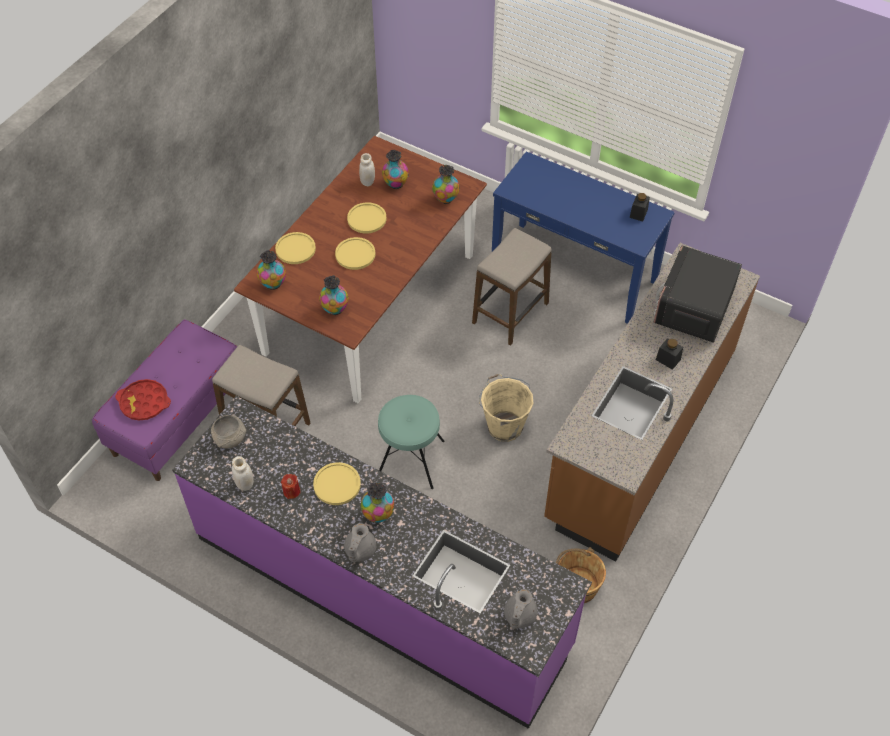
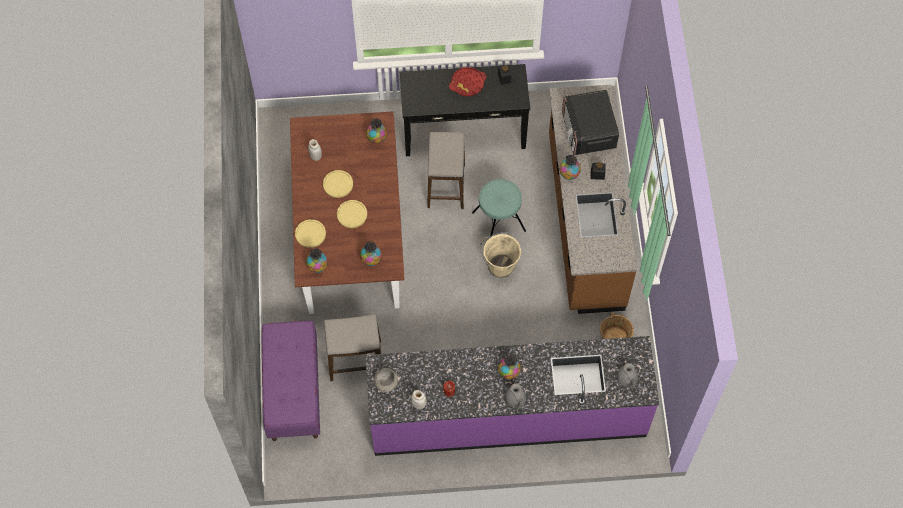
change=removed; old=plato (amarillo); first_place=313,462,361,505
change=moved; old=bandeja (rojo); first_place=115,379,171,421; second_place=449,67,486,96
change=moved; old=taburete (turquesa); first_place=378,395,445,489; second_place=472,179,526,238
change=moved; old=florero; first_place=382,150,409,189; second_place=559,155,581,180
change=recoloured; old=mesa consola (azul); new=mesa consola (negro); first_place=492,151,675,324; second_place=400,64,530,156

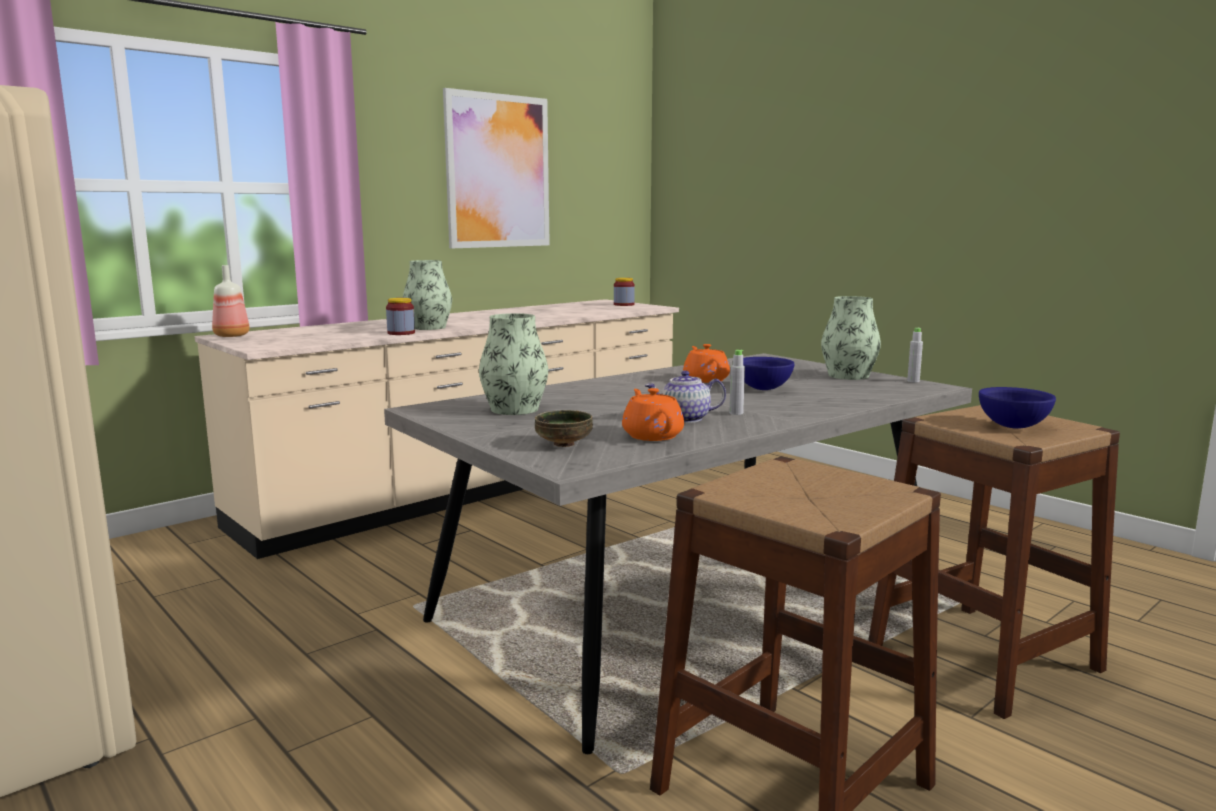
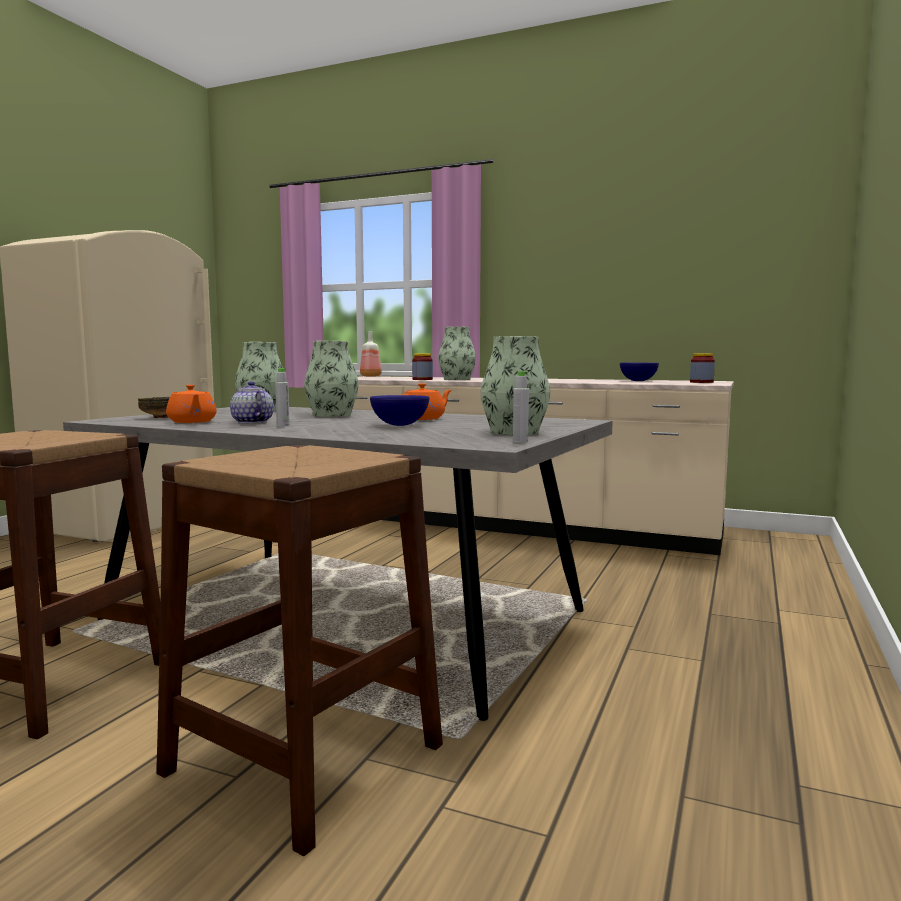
change=removed; old=cuadro; first_place=443,88,550,248
change=added; new=florero; second_place=304,341,359,417
change=moved; old=cuenco (azul); first_place=979,387,1056,429; second_place=620,363,659,381
change=turned; old=tetera (naranja); first_place=622,388,684,441; second_place=166,385,217,423; degrees=105

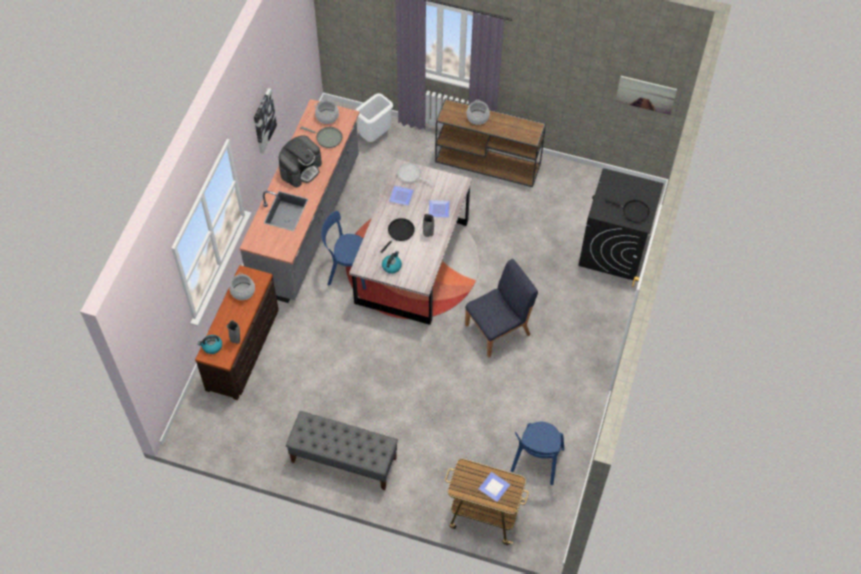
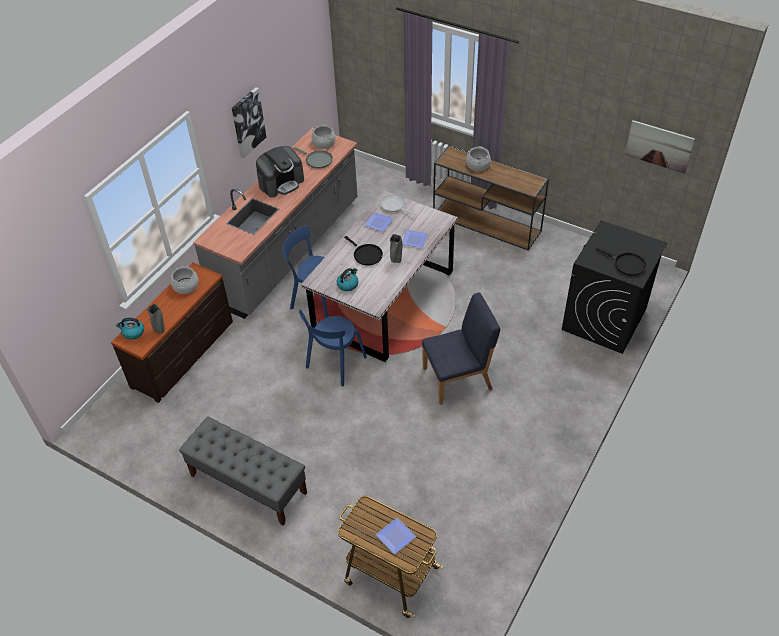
change=removed; old=papelera (blanco); first_place=356,93,393,142
change=moved; old=silla (azul); first_place=511,422,565,485; second_place=299,310,367,386
change=turned; old=sartén (negro); first_place=381,218,415,253; second_place=344,236,383,266; degrees=90

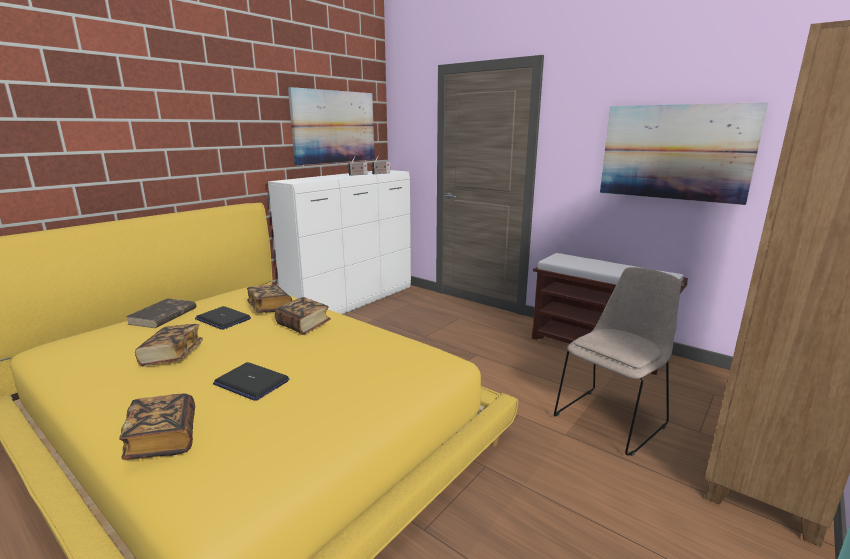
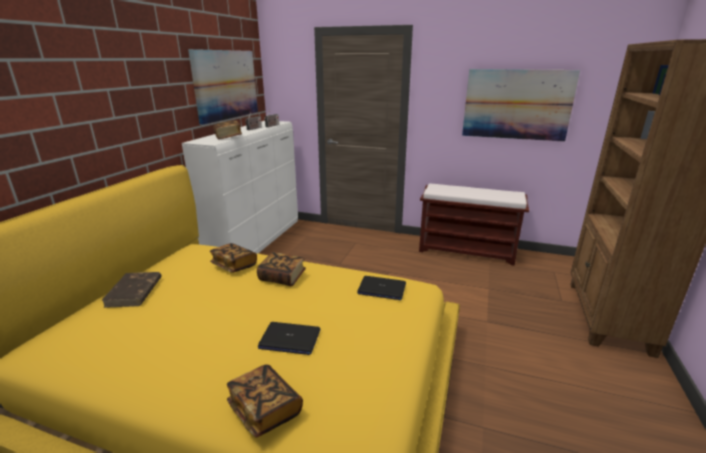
change=removed; old=silla (beis); first_place=554,267,681,456
change=moved; old=libro; first_place=135,324,203,367; second_place=213,121,242,140
change=moved; old=portátil; first_place=195,306,251,330; second_place=357,276,406,300

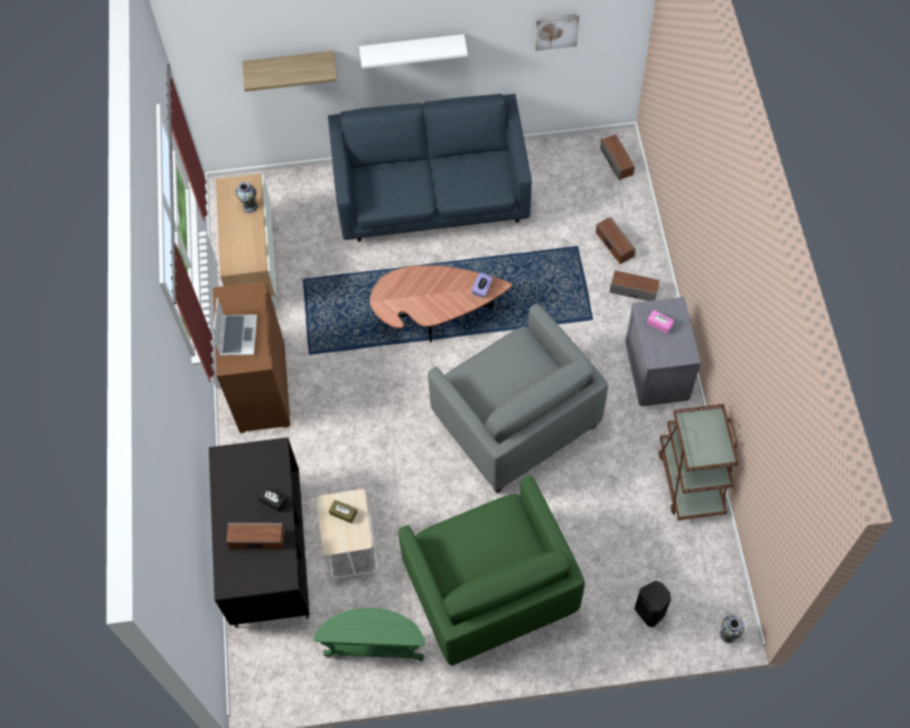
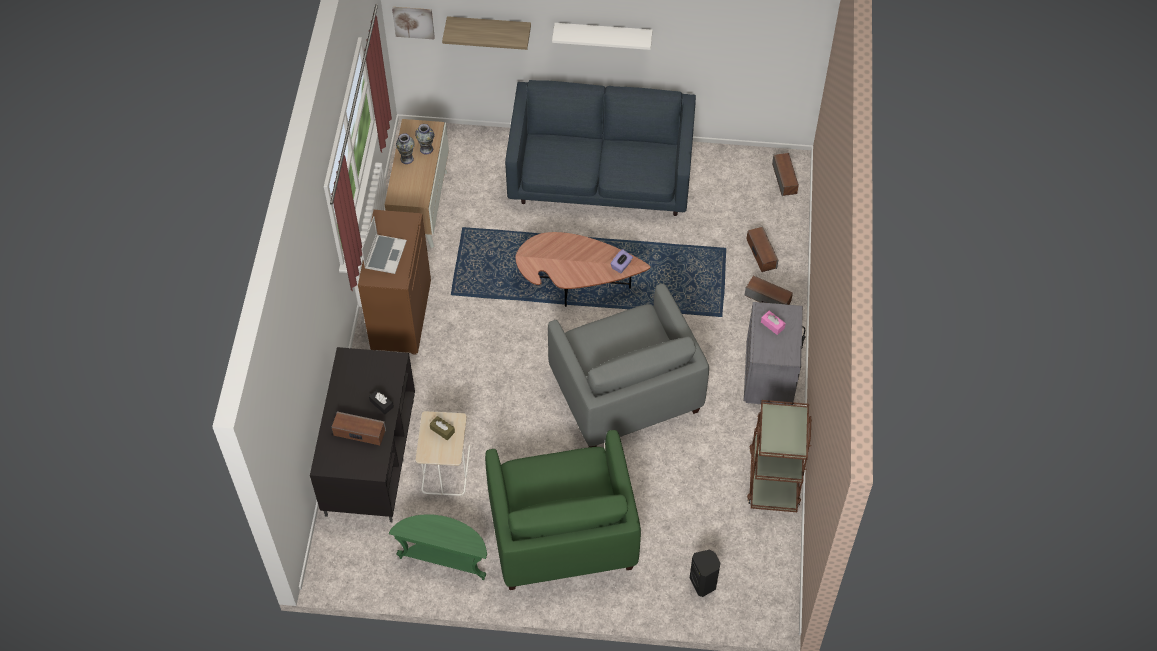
change=moved; old=cuadro; first_place=535,14,579,51; second_place=392,7,435,39
change=moved; old=florero; first_place=720,615,744,643; second_place=396,133,415,164

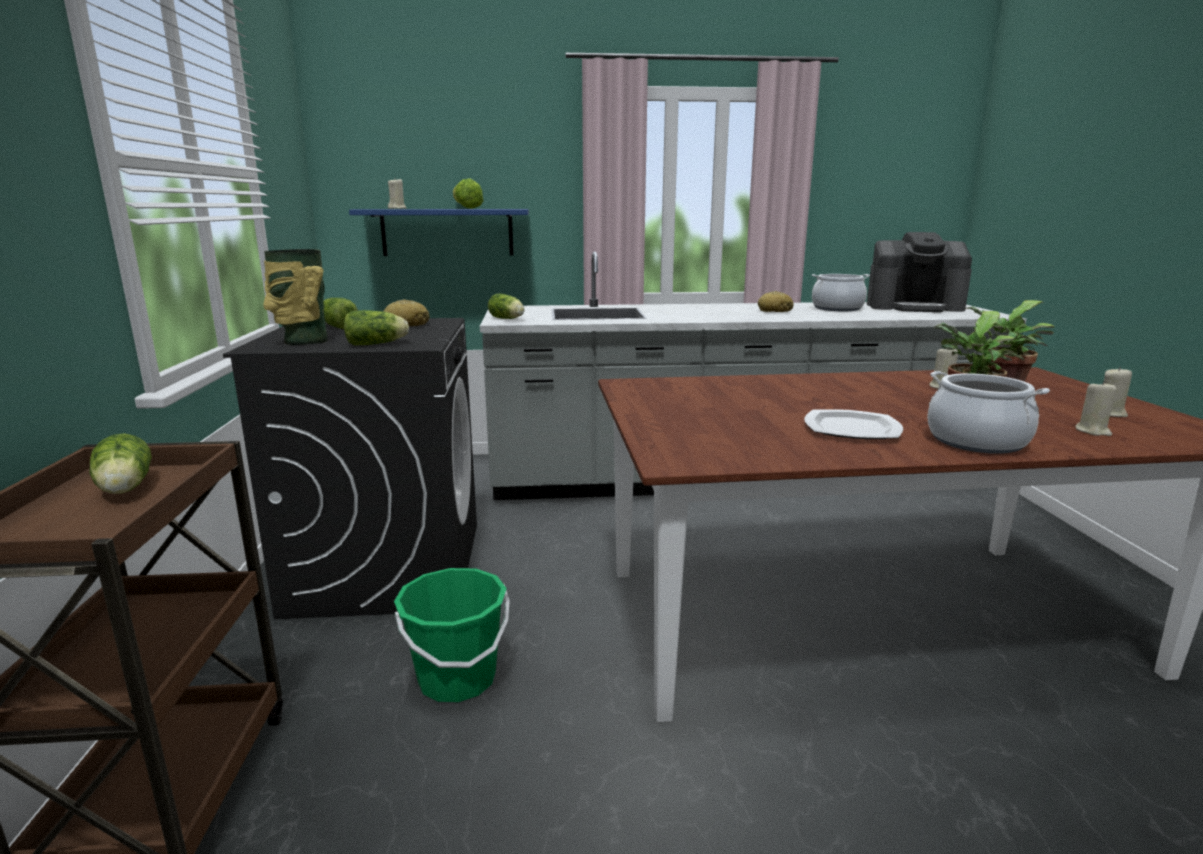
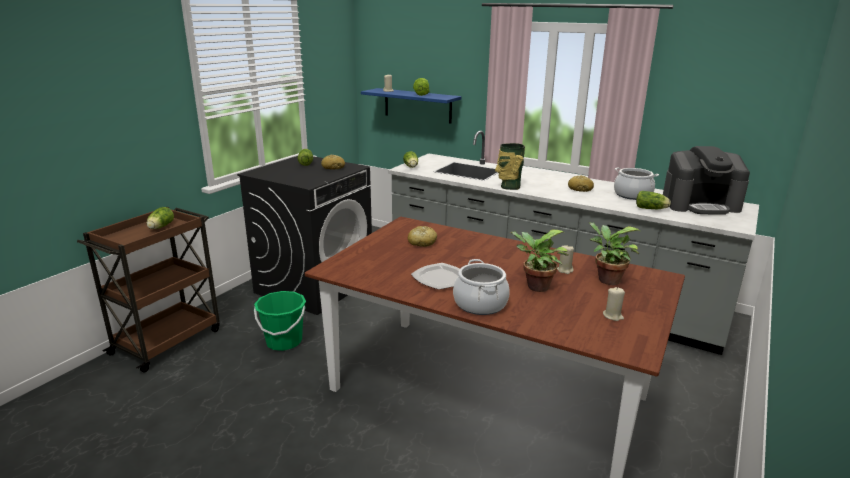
change=removed; old=vela (beis); first_place=1076,381,1117,436
change=added; new=pan; second_place=408,226,437,247
change=moved; old=florero; first_place=263,249,328,345; second_place=495,143,525,190
change=moved; old=lechuga; first_place=344,310,409,345; second_place=636,191,671,209
change=turned; old=cafetera; first_place=867,232,972,312; second_place=663,146,750,215; degrees=-45

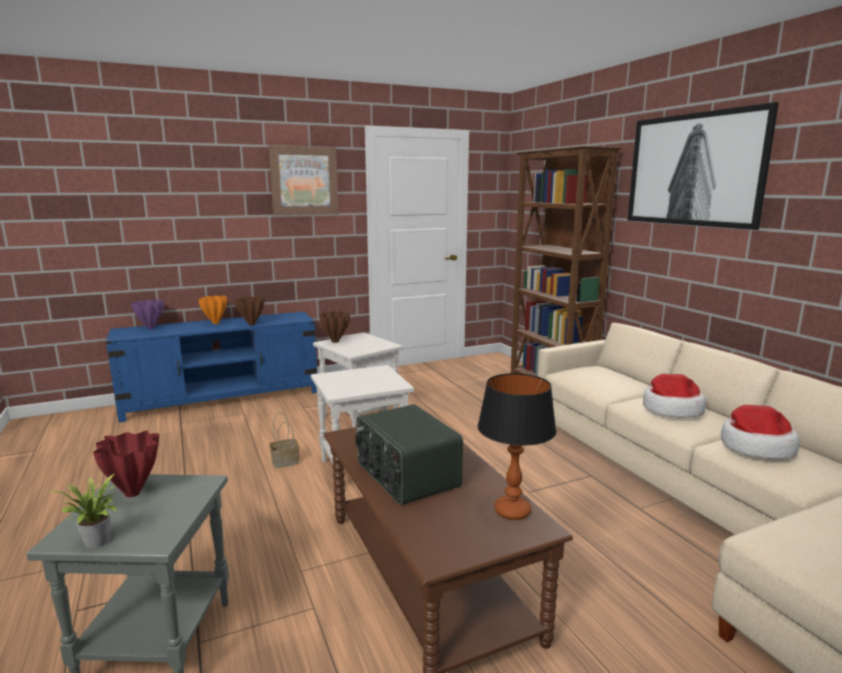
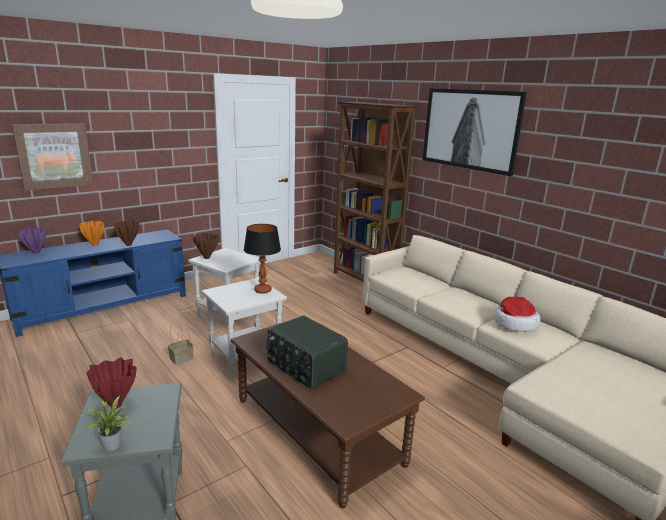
change=removed; old=sombrero; first_place=643,374,706,418
change=moved; old=cuadro; first_place=269,145,339,215; second_place=12,123,93,190
change=moved; old=lámpara de mesa; first_place=478,373,556,520; second_place=244,224,281,294

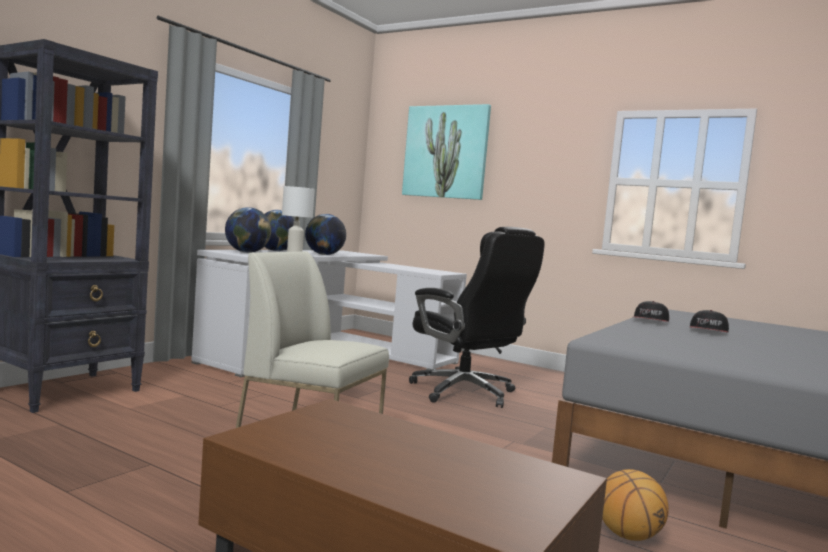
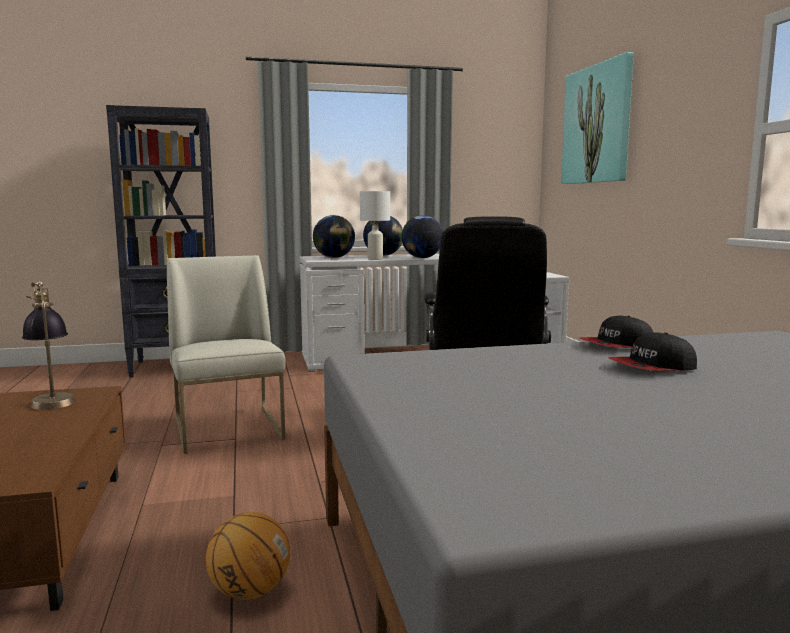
change=added; new=lámpara de mesa; second_place=22,281,76,410

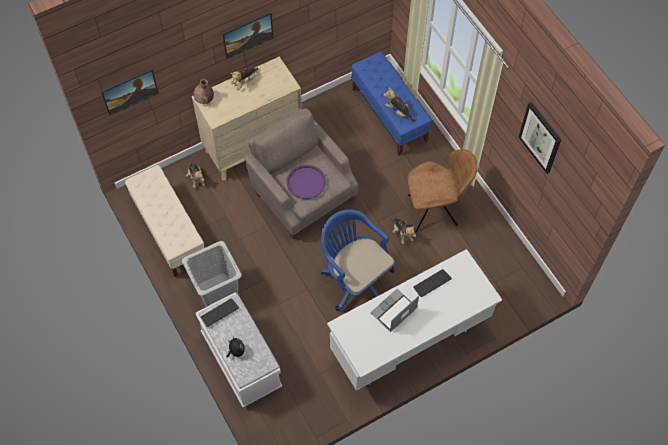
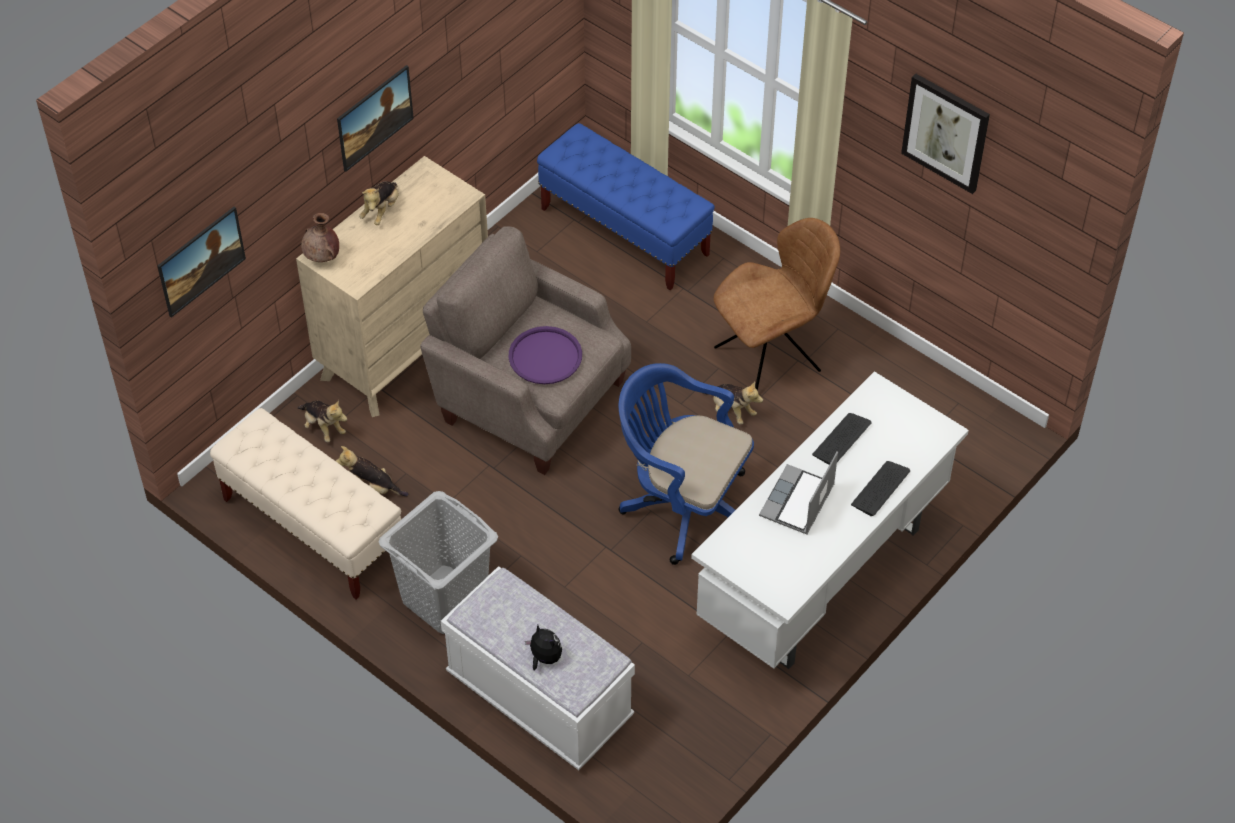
change=moved; old=teclado; first_place=201,298,239,327; second_place=851,461,910,516
change=moved; old=peluche; first_place=383,87,416,122; second_place=336,446,409,496

